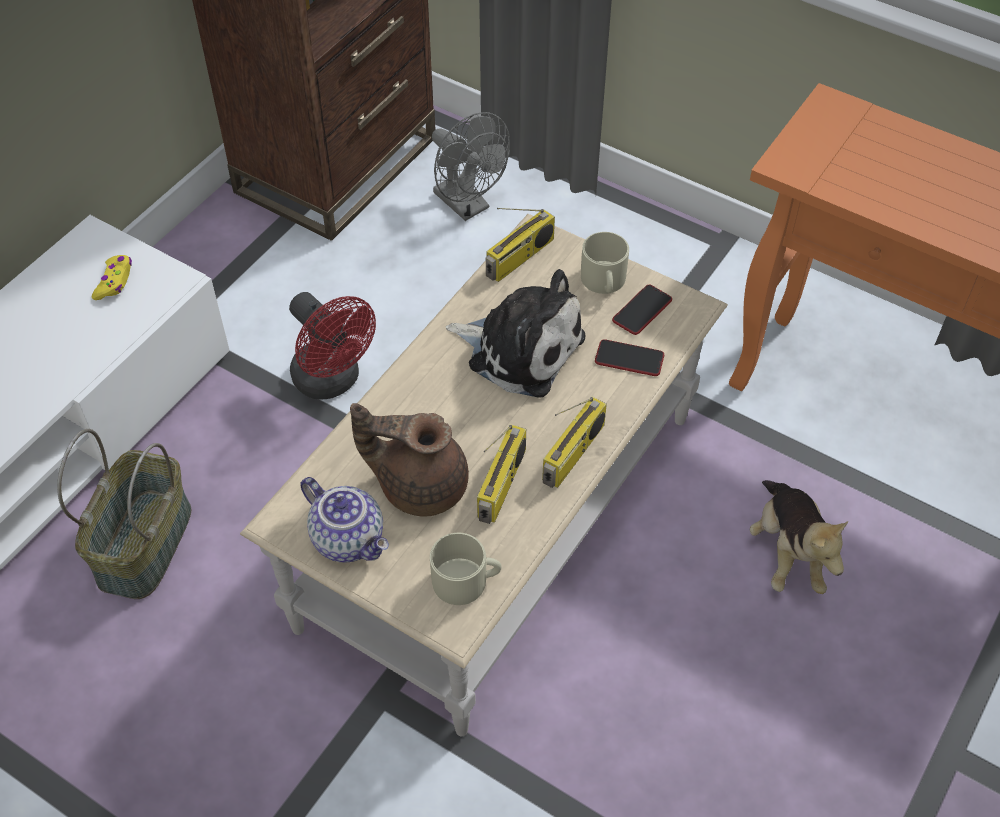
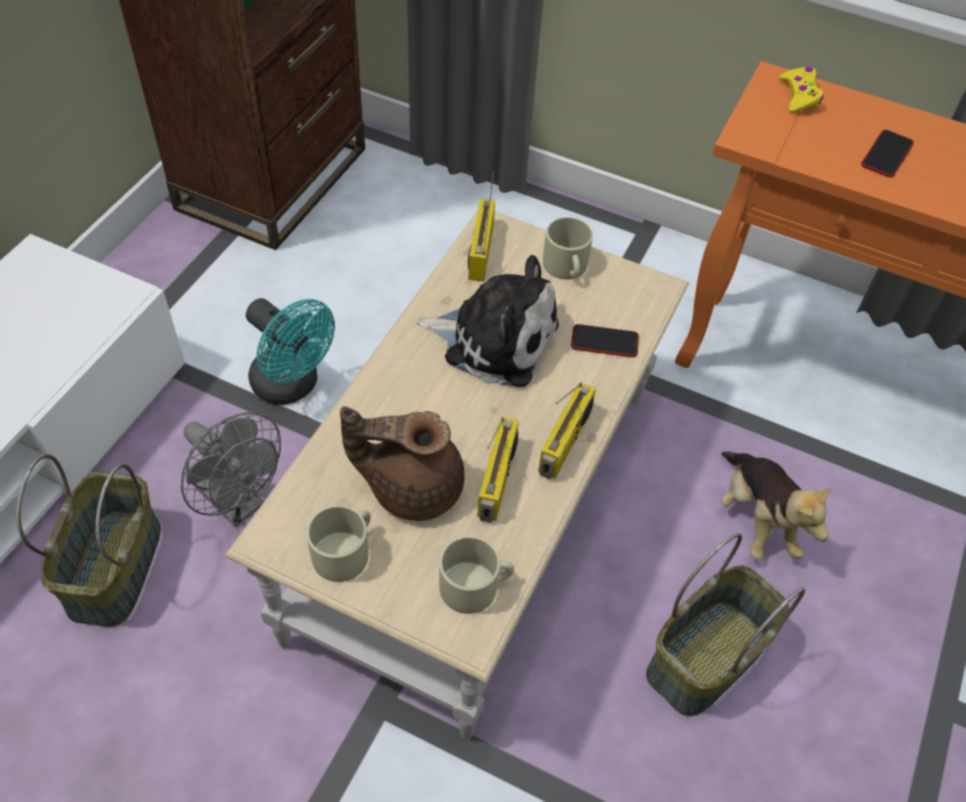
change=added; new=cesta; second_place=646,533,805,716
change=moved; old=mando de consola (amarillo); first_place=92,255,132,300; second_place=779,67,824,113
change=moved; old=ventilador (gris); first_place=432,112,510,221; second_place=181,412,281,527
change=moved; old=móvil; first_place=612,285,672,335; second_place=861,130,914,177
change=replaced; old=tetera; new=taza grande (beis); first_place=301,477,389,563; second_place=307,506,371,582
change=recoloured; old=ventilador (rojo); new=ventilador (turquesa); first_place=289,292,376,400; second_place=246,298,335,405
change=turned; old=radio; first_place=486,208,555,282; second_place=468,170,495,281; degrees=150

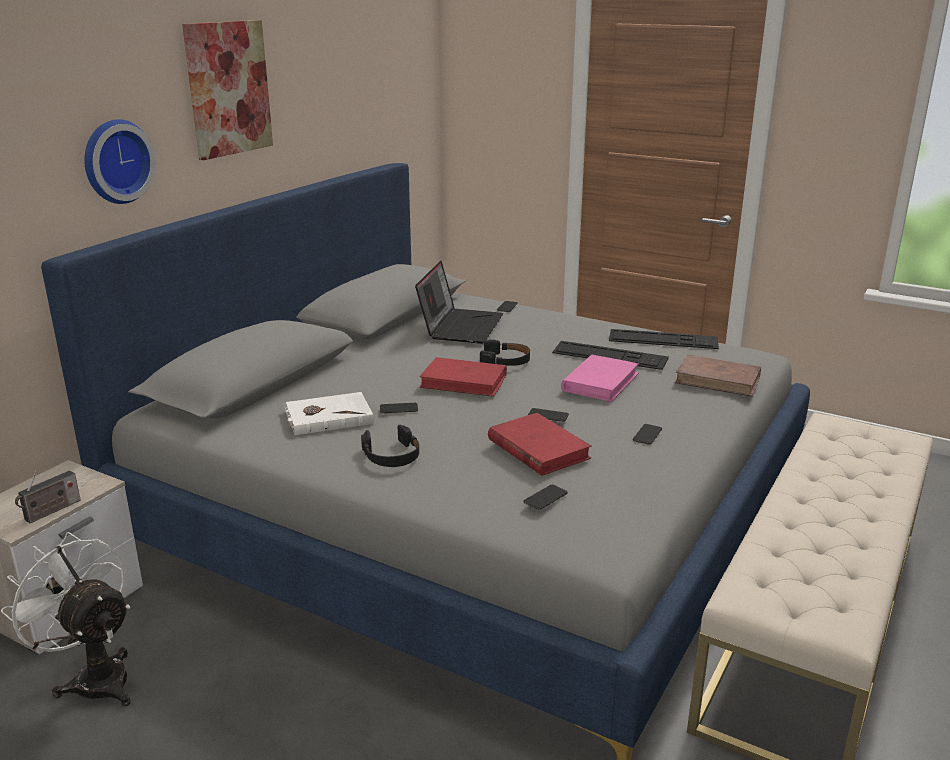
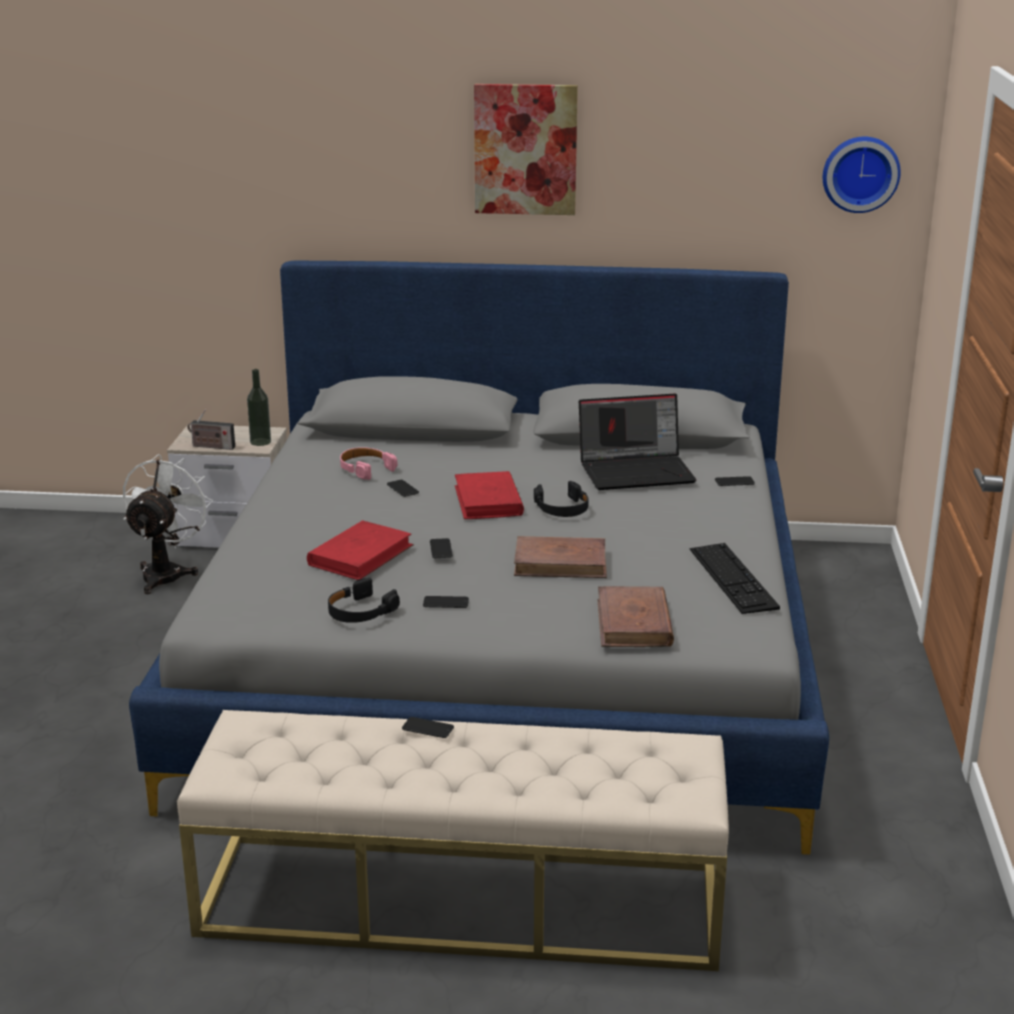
change=removed; old=teclado; first_place=552,341,669,370
change=added; new=botella; second_place=247,369,271,446
change=moved; old=reloj de pared; first_place=84,119,156,204; second_place=823,137,901,213
change=moved; old=auriculares (negro); first_place=361,424,419,467; second_place=328,578,400,623
change=moved; old=móvil; first_place=523,485,568,510; second_place=402,717,454,738
change=replaced; old=libro (blanco); new=auriculares (rosa); first_place=283,392,374,435; second_place=340,447,397,480
change=recoloured; old=libro (rosa); new=libro (marrón); first_place=561,354,639,402; second_place=514,536,607,578

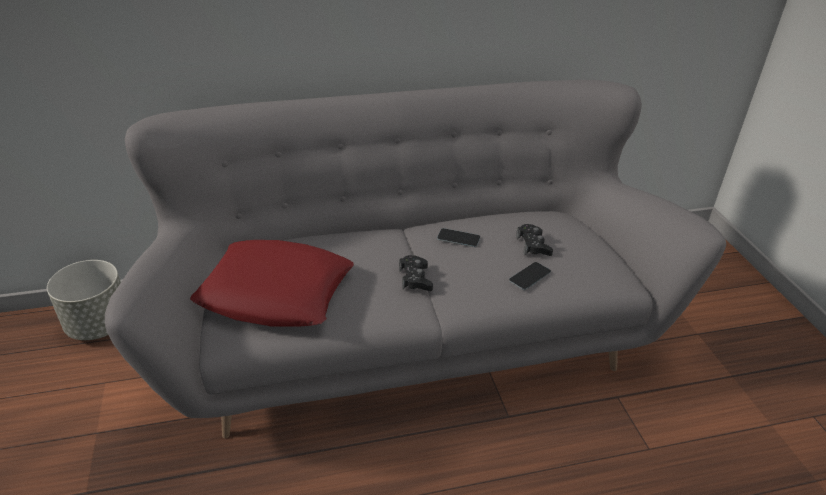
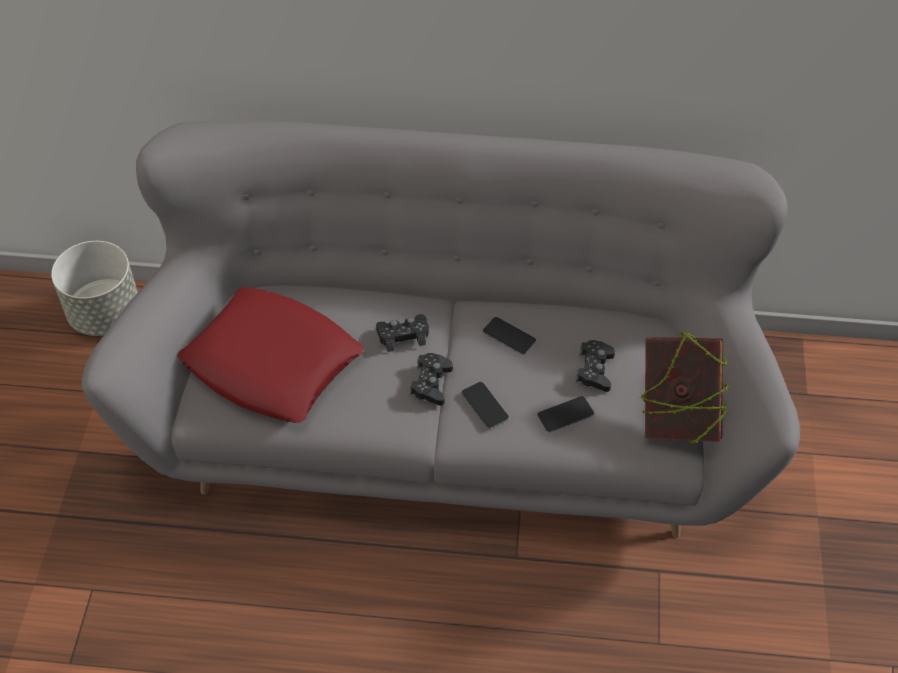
change=added; new=mando de consola (negro); second_place=376,314,429,352
change=added; new=móvil; second_place=462,382,509,429
change=added; new=libro; second_place=640,331,729,445

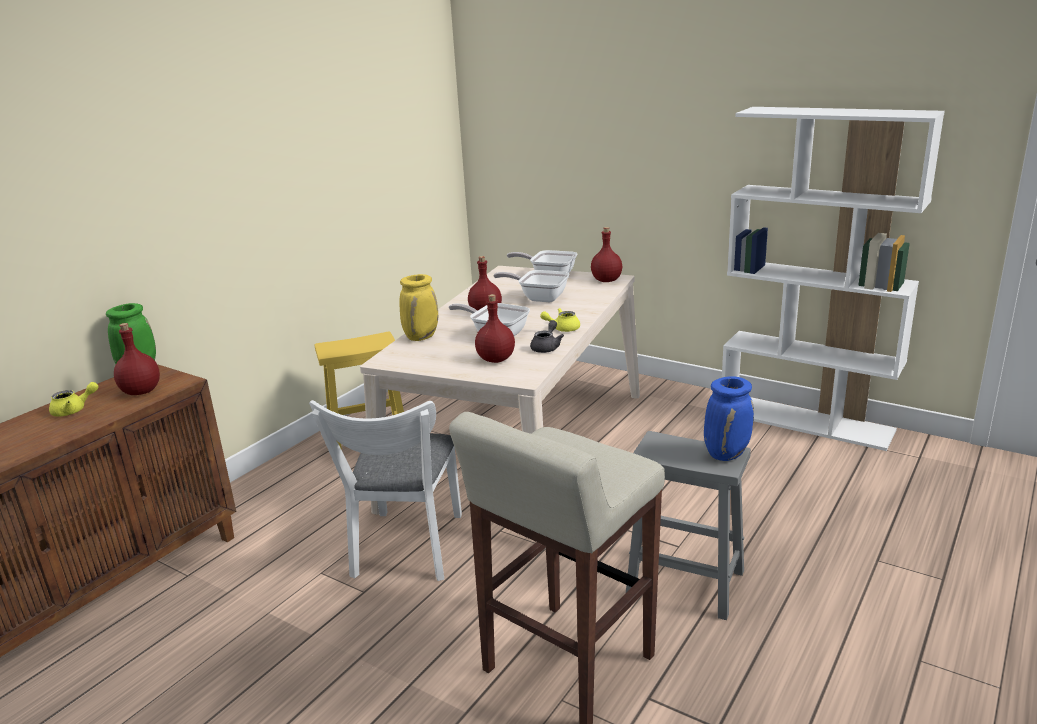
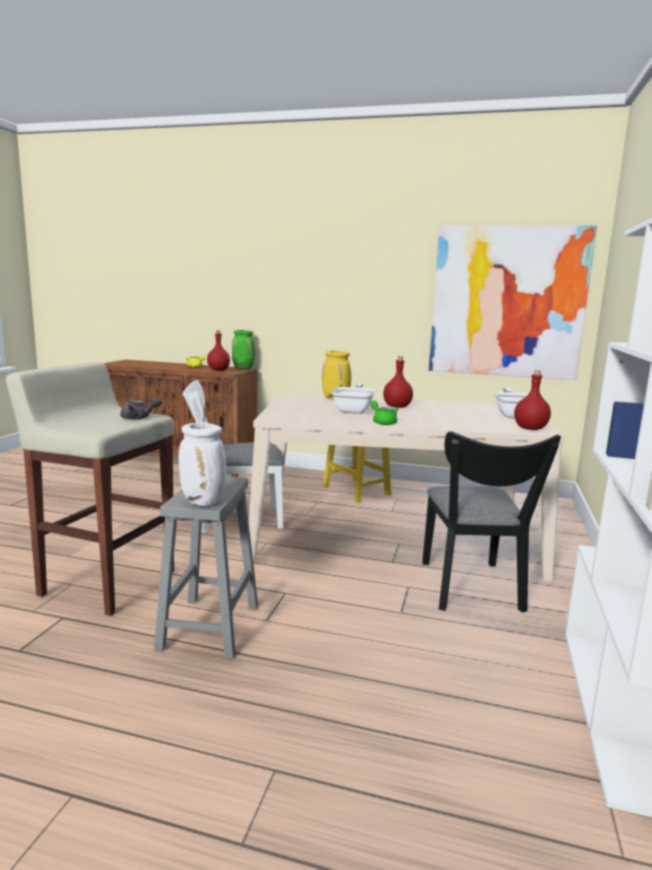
change=removed; old=botella (rojo); first_place=475,294,515,363
change=removed; old=sartén; first_place=493,270,569,302
change=added; new=silla (negro); second_place=422,431,561,613
change=added; new=cuadro; second_place=429,225,597,380
change=moved; old=tetera (gris); first_place=530,320,564,353; second_place=120,398,162,420
change=recoloured; old=tetera (amarillo); new=tetera (verde); first_place=540,308,580,332; second_place=370,401,398,425
change=recoloured; old=florero (azul); new=florero (blanco); first_place=704,376,754,461; second_place=178,423,227,506

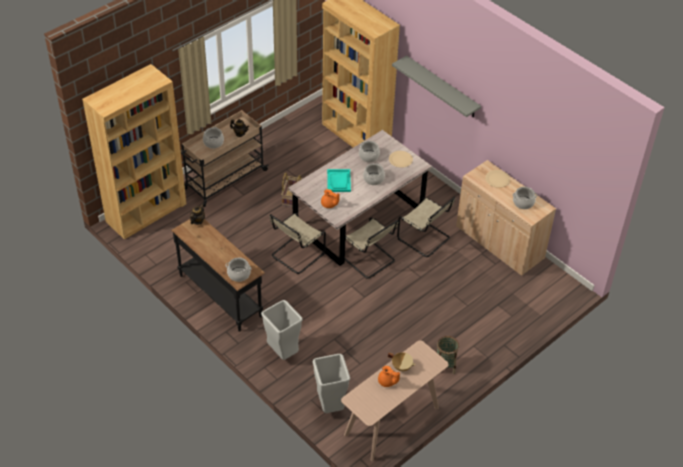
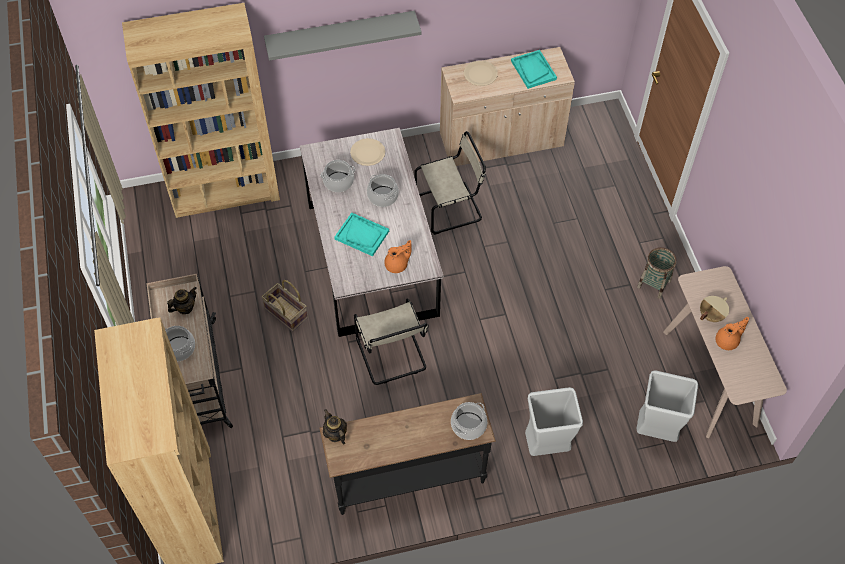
change=removed; old=silla (beis); first_place=345,217,399,279
change=replaced; old=olla; new=bandeja (turquesa); first_place=513,187,538,209; second_place=511,50,557,89

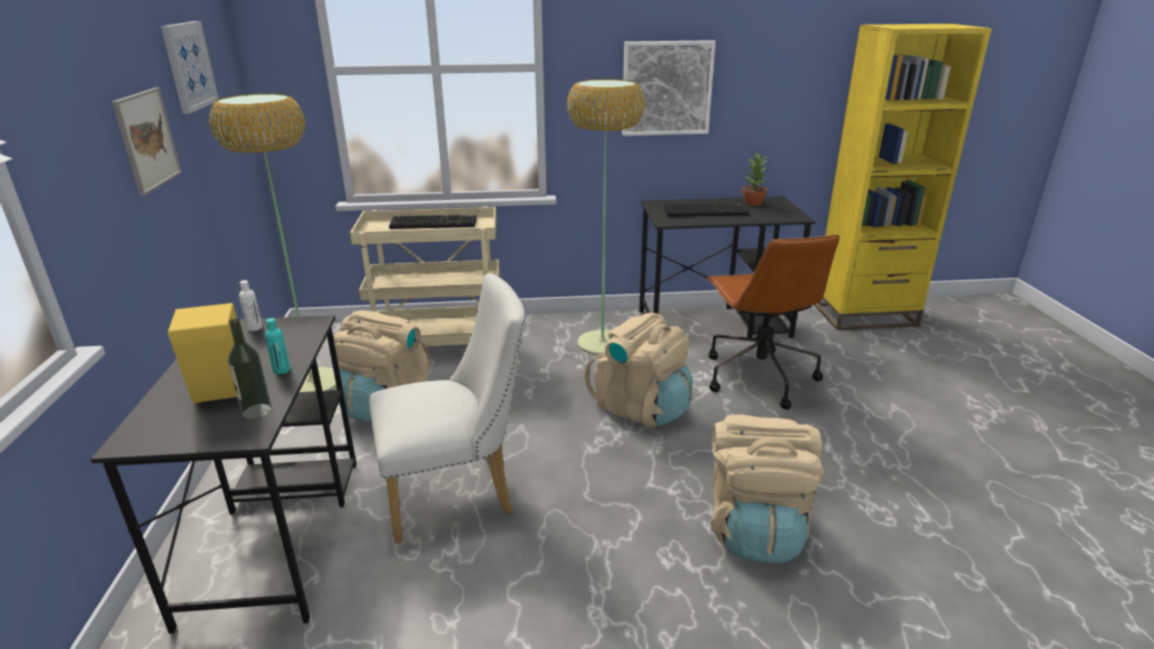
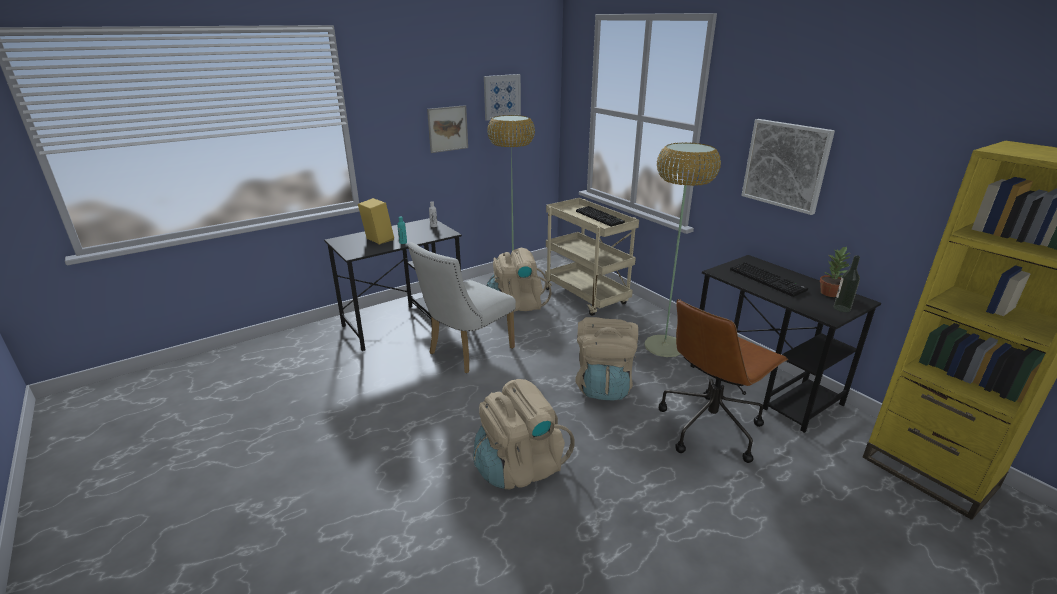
change=moved; old=botella; first_place=228,318,272,419; second_place=834,255,860,312
change=turned; old=silla (blanco); first_place=369,273,525,543; second_place=408,242,516,373; degrees=90

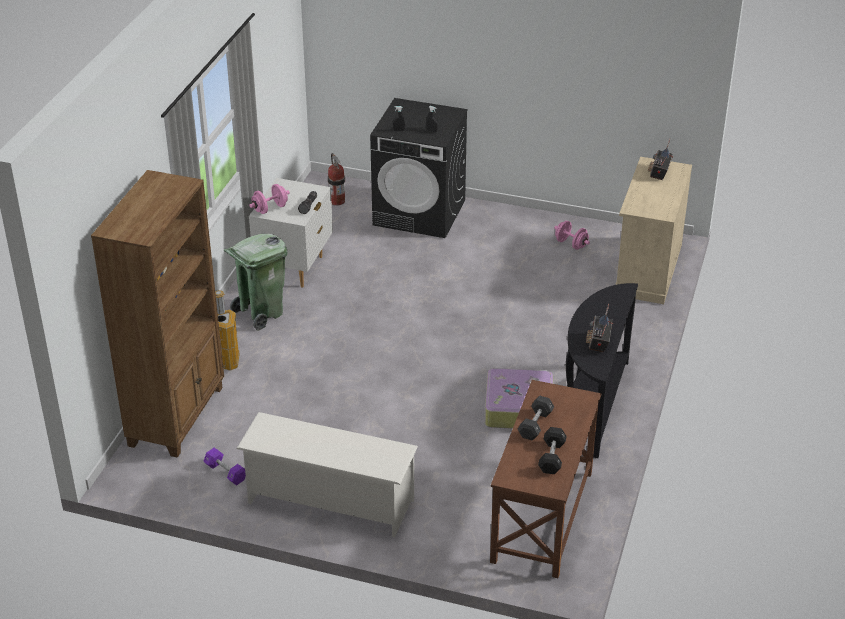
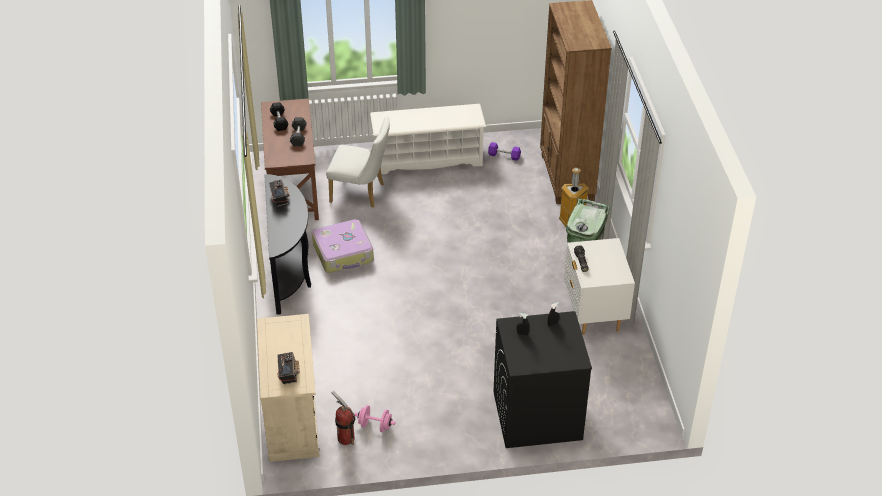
change=removed; old=mancuerna (rosa); first_place=250,184,290,214
change=added; new=silla (blanco); second_place=326,116,390,208
change=moved; old=extintor; first_place=328,153,345,206; second_place=331,391,355,445

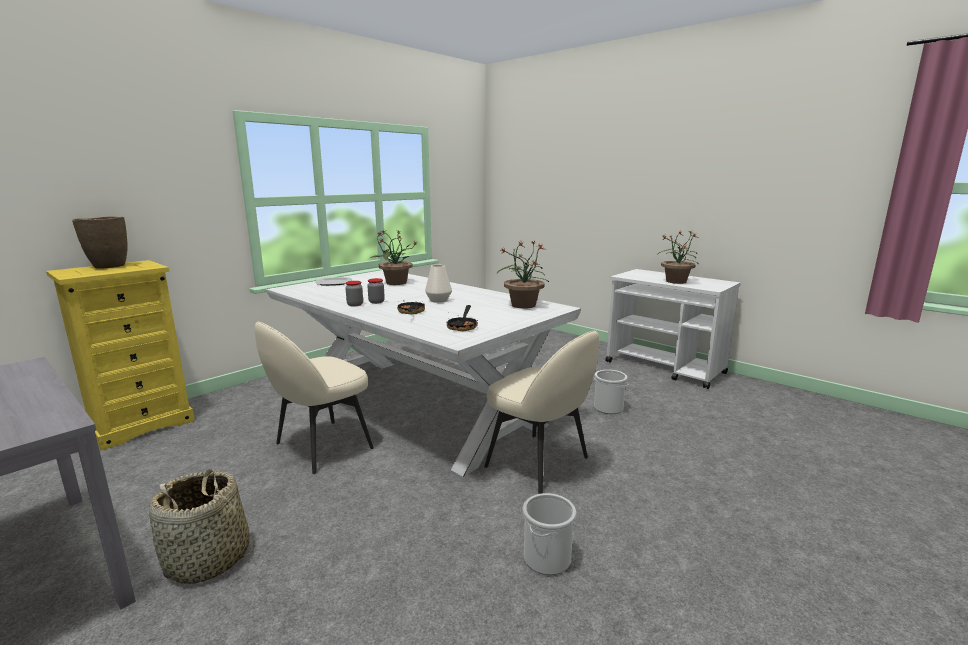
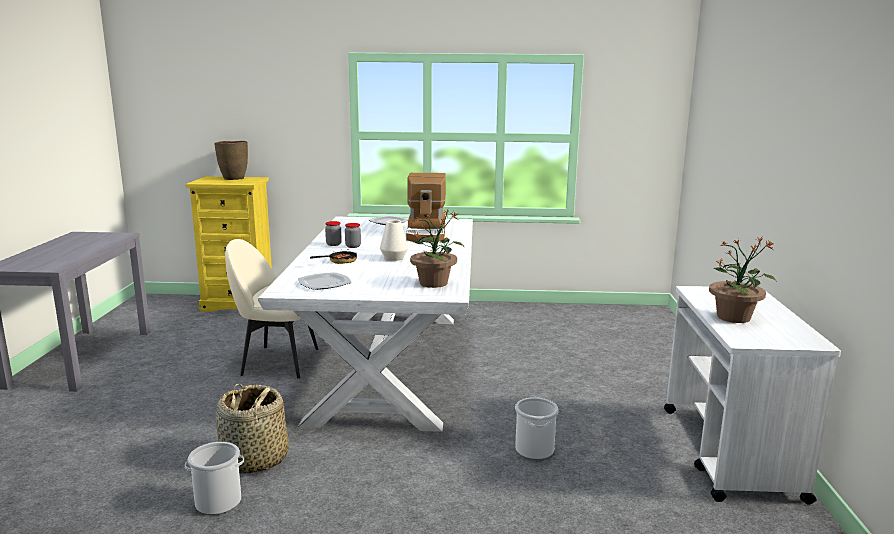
change=removed; old=silla (beis); first_place=484,330,599,494
change=moved; old=cesta; first_place=149,469,254,584; second_place=216,384,289,473
change=replaced; old=planta en maceta; new=cafetera; first_place=369,230,416,285; second_place=406,173,446,242
change=replaced; old=sartén; new=plato; first_place=446,305,478,331; second_place=298,272,352,290

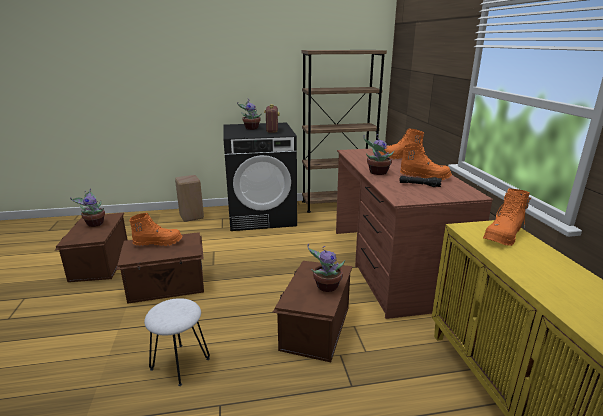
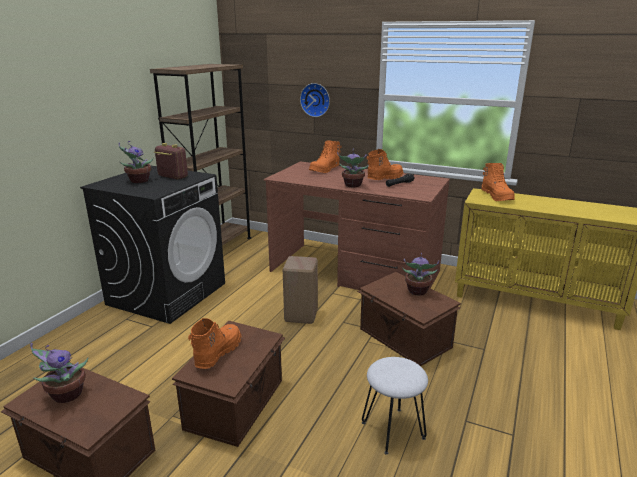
change=added; new=reloj de pared; second_place=300,83,330,117
change=moved; old=taburete (beis); first_place=175,175,204,222; second_place=283,256,318,324

